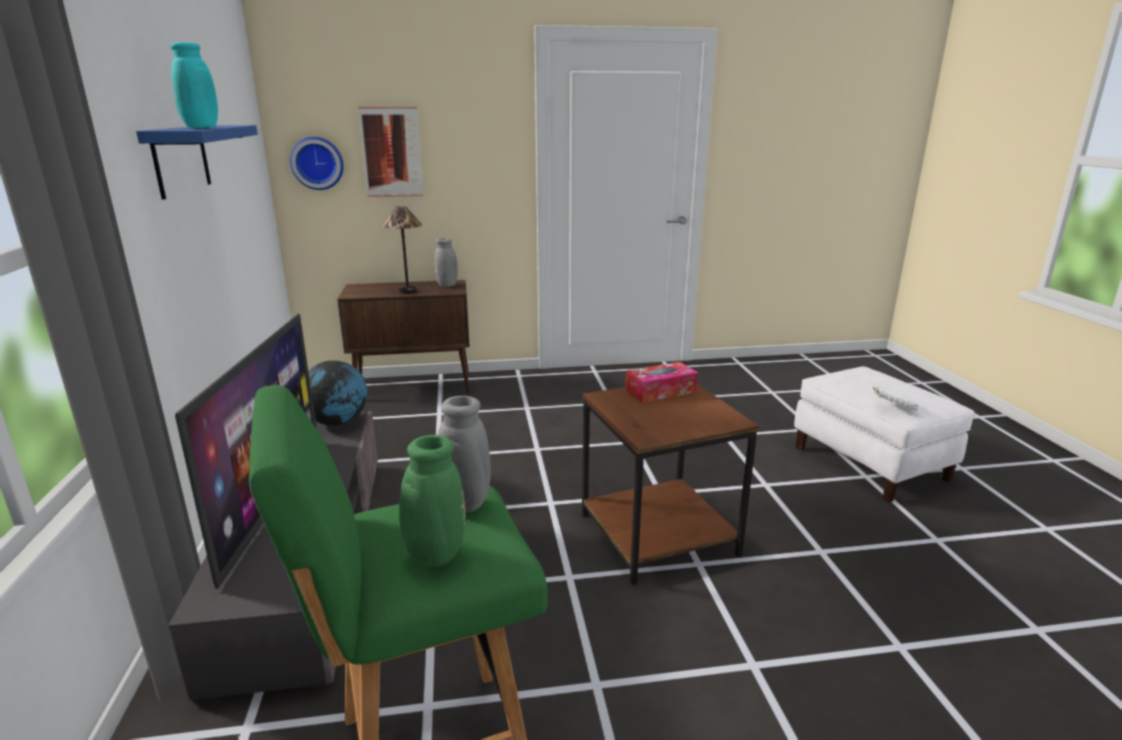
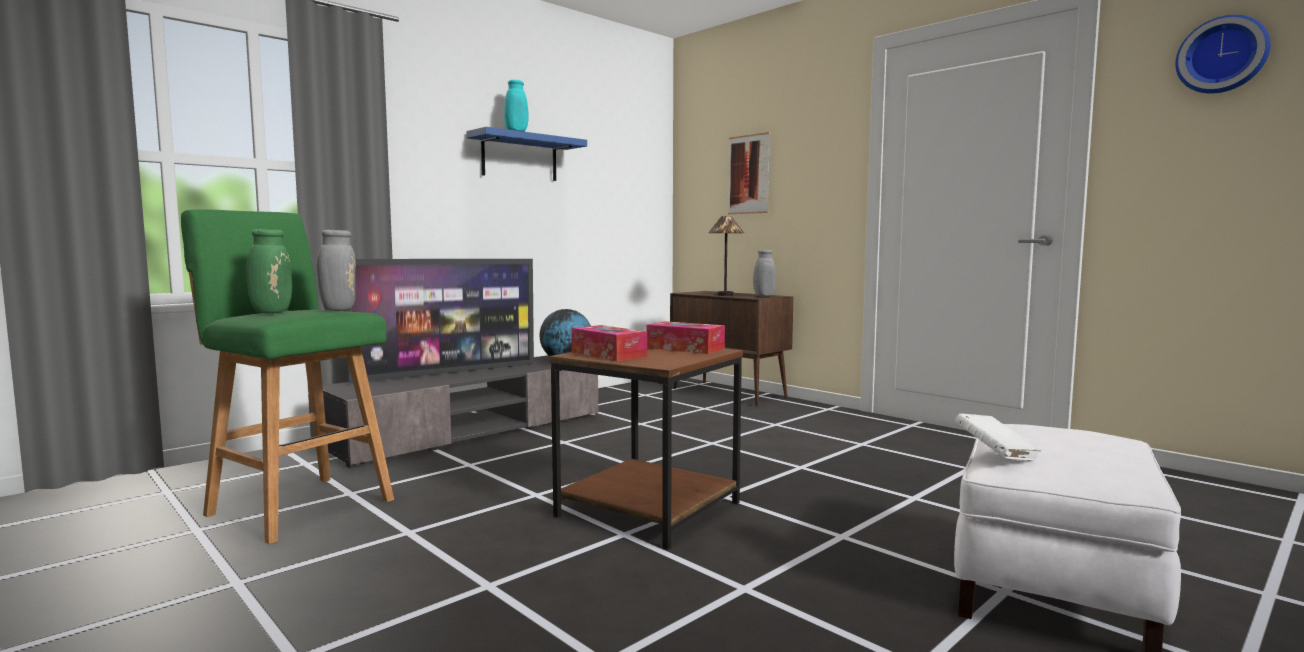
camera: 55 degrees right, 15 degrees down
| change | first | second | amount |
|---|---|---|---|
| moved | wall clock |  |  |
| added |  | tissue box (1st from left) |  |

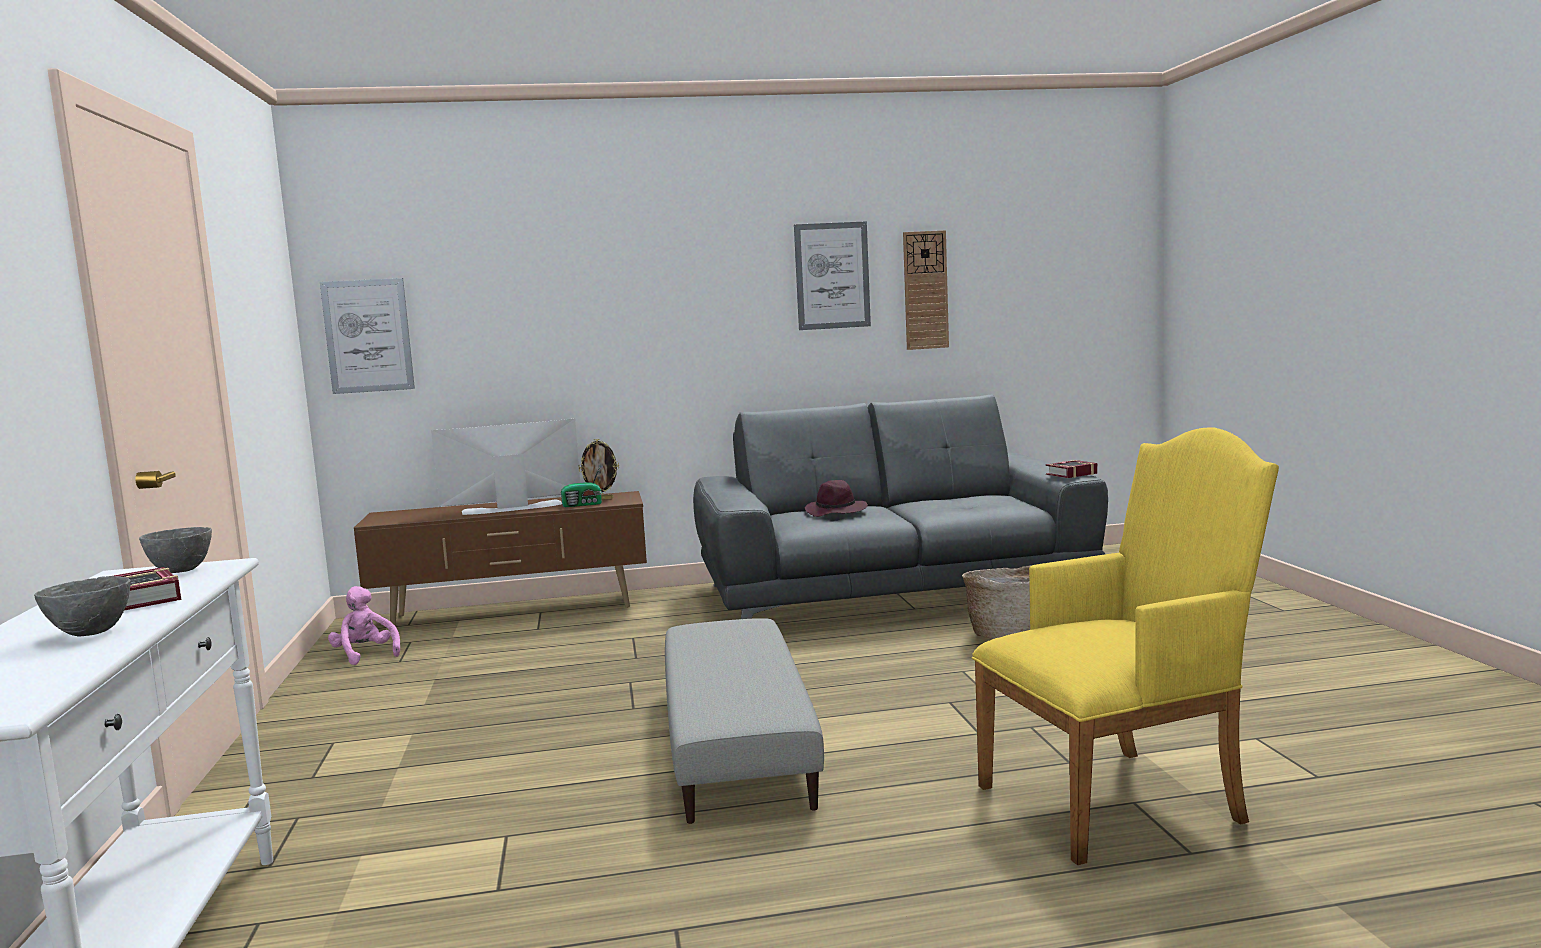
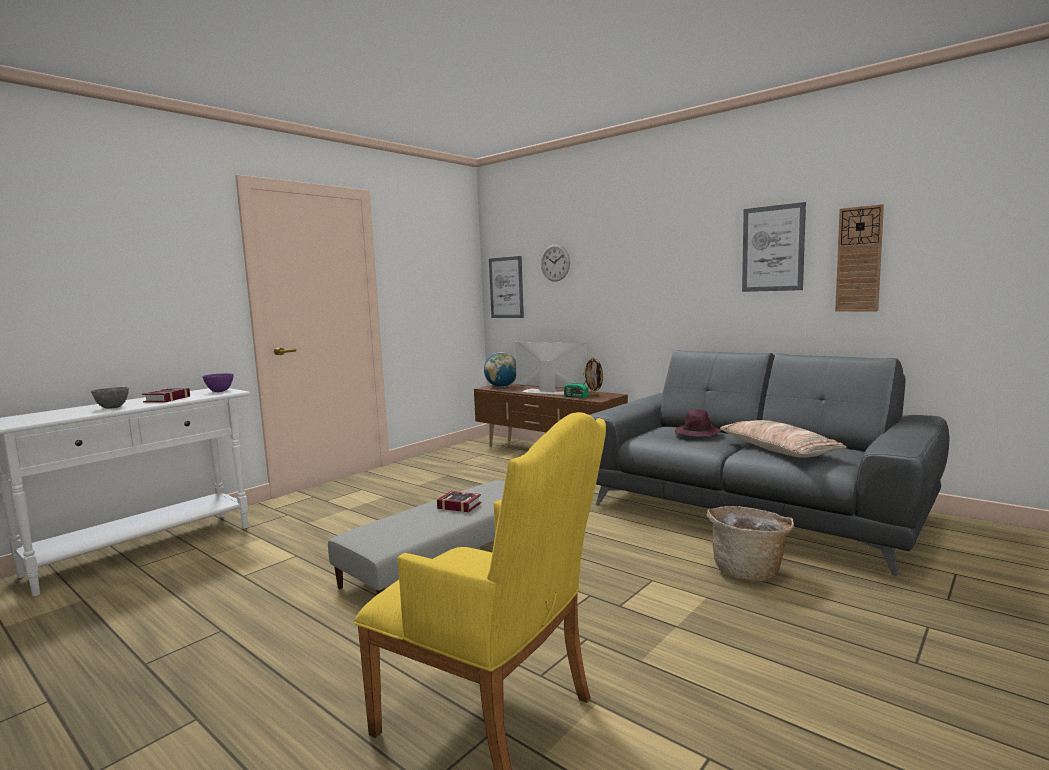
camera: 50 degrees right, 0 degrees up
| change | first | second | amount |
|---|---|---|---|
| moved | book (2nd from left) |  |  |
| recoloured | grey bowl (2nd from left) | purple bowl |  |
| removed | pink plush toy |  |  |
| added |  | wall clock (1st from left) |  |
| added |  | globe |  |
| added |  | pillow |  |

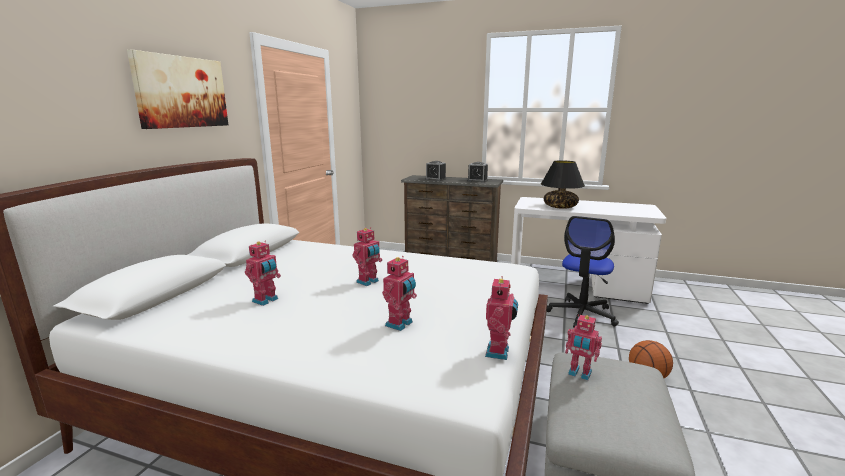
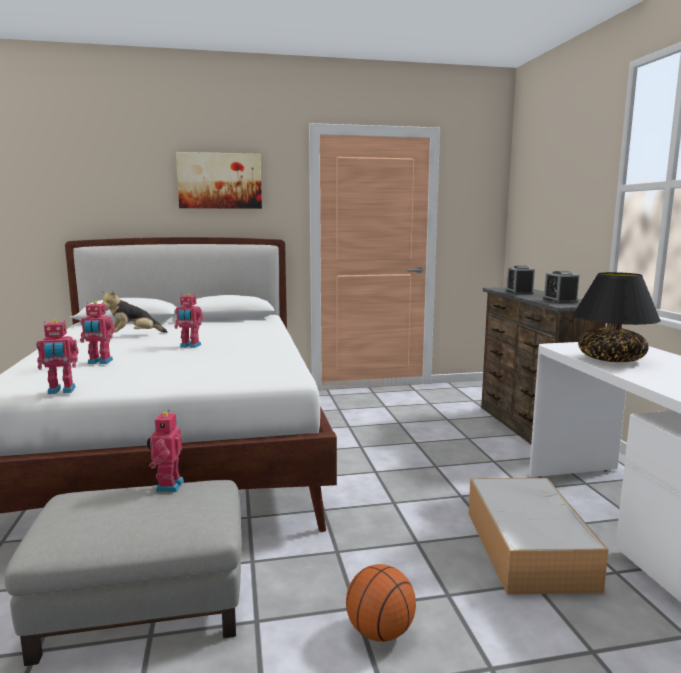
camera: 60 degrees right, 5 degrees down
| change | first | second | amount |
|---|---|---|---|
| replaced | office chair | storage box |  |
| replaced | toy robot (1st from left) | plush toy |  |

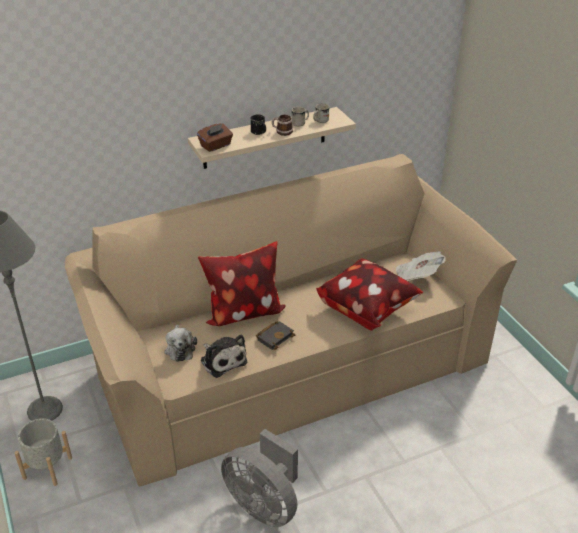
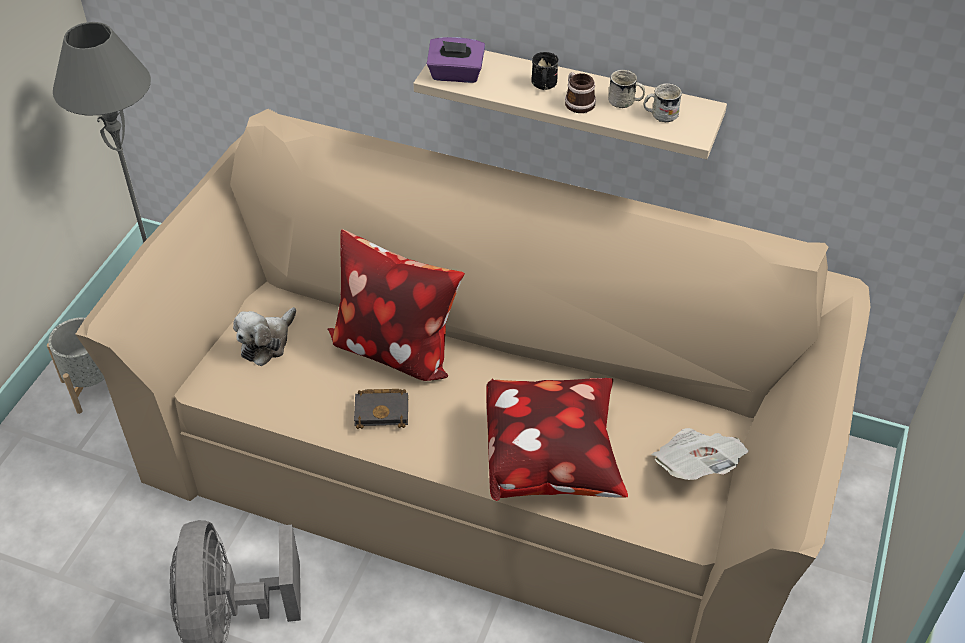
camera: 45 degrees right, 10 degrees up
| change | first | second | amount |
|---|---|---|---|
| recoloured | brown tissue box | purple tissue box |  |
| removed | plush toy (2nd from left) |  |  |

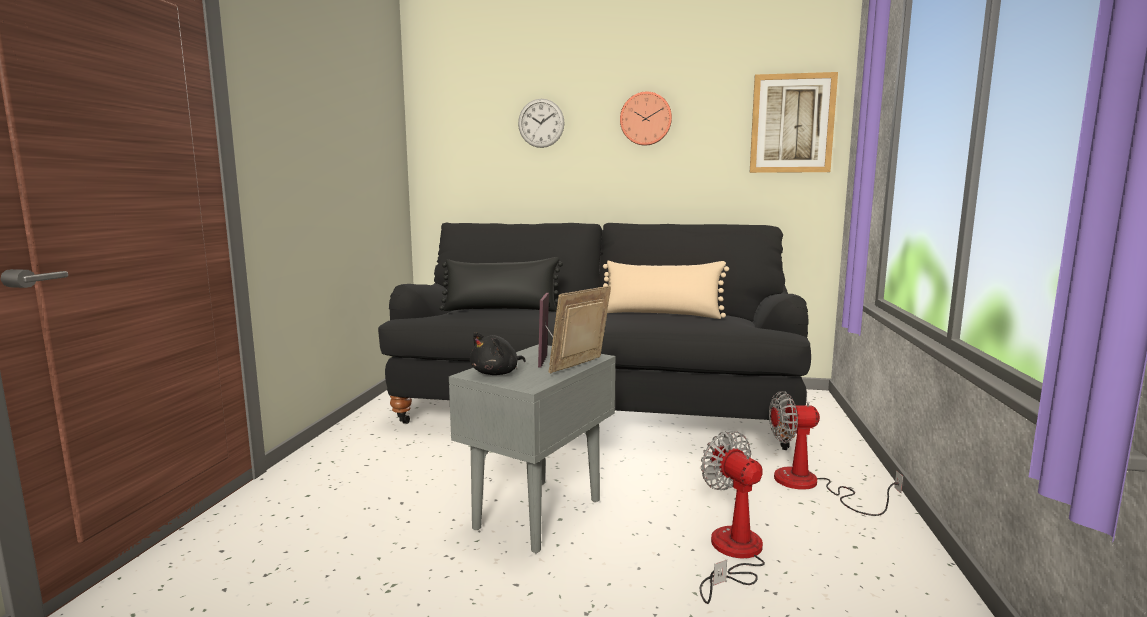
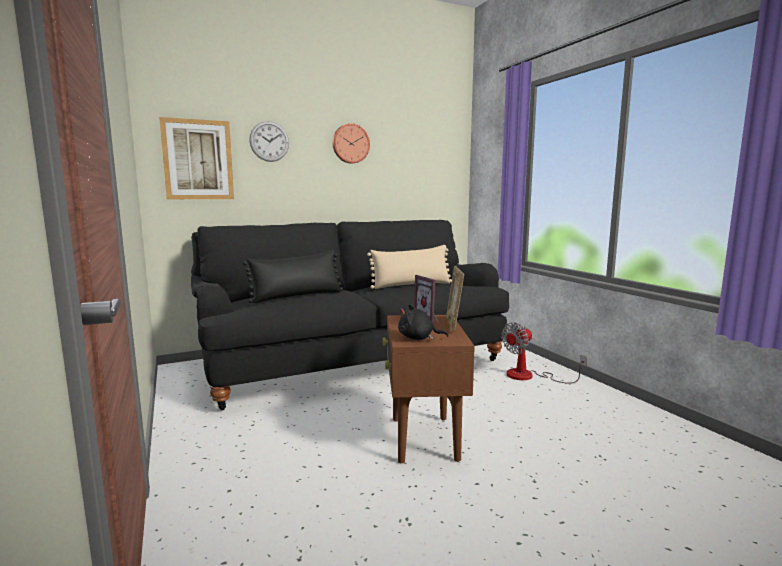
camera: 35 degrees left, 0 degrees up
| change | first | second | amount |
|---|---|---|---|
| moved | picture |  |  |
| turned | black plush toy |  | 90 degrees clockwise |
| recoloured | grey side table | brown side table |  |
| removed | fan (1st from left) |  |  |

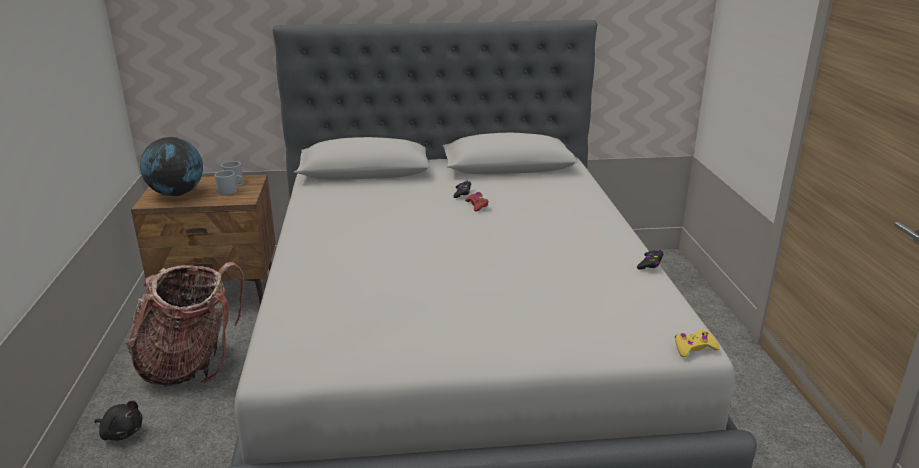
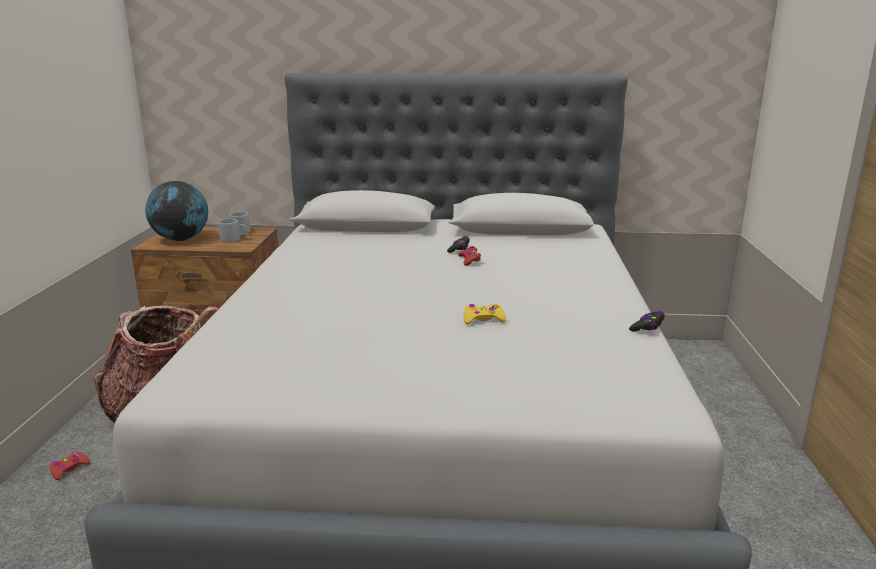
camera: 10 degrees right, 5 degrees down
| change | first | second | amount |
|---|---|---|---|
| moved | yellow game controller |  |  |
| replaced | black plush toy | red game controller (1st from left) |  |

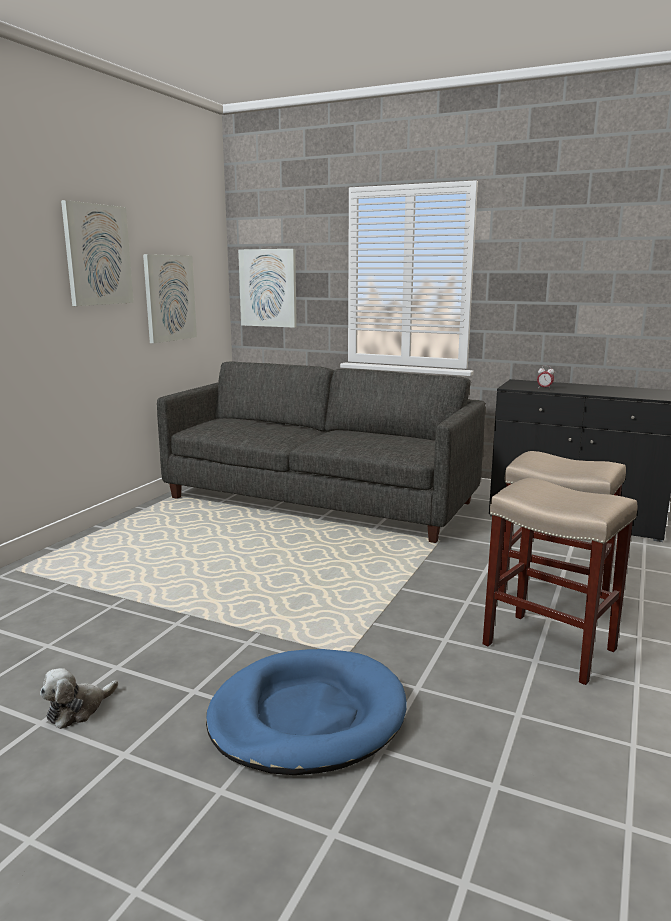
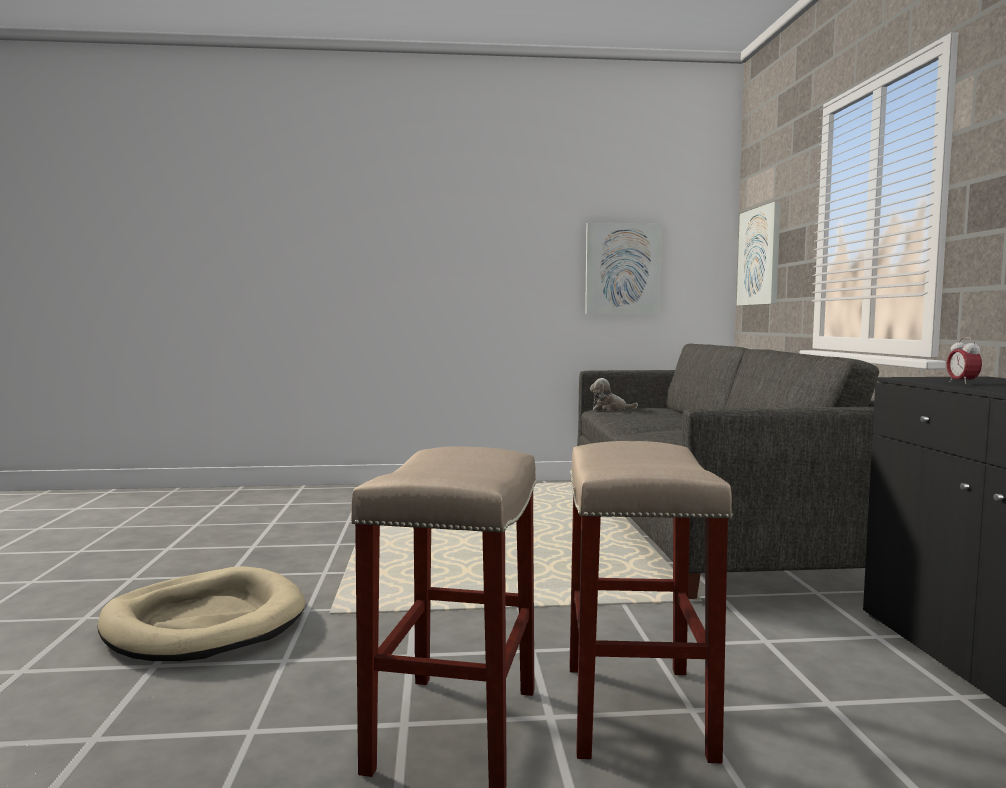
camera: 60 degrees right, 10 degrees down
| change | first | second | amount |
|---|---|---|---|
| removed | picture (1st from left) |  |  |
| recoloured | blue dog bed | beige dog bed |  |
| moved | plush toy |  |  |

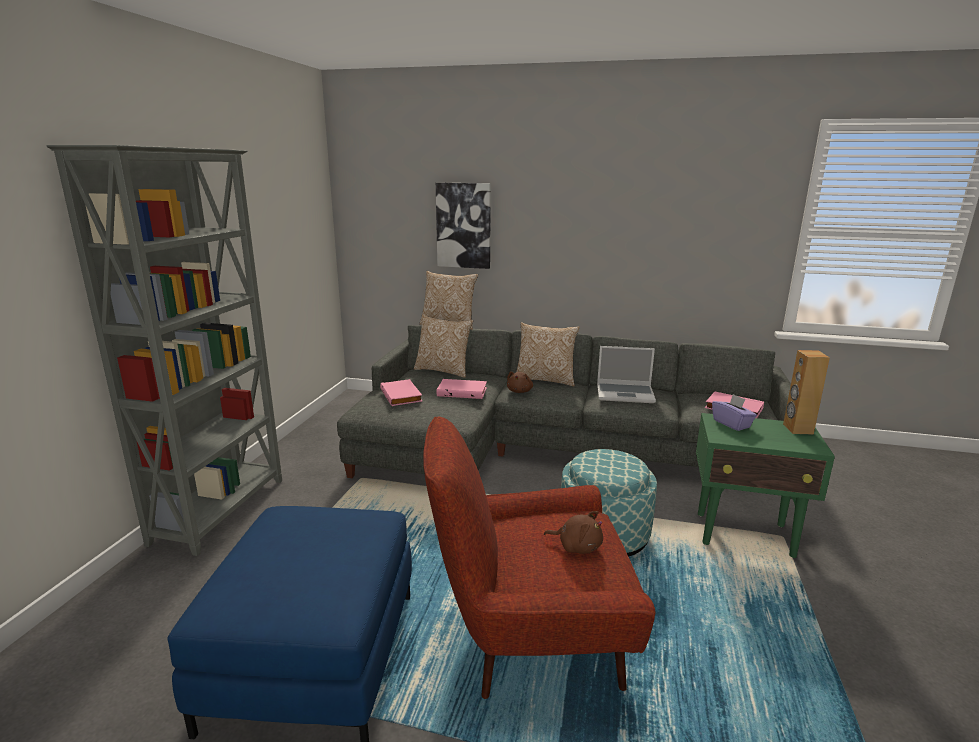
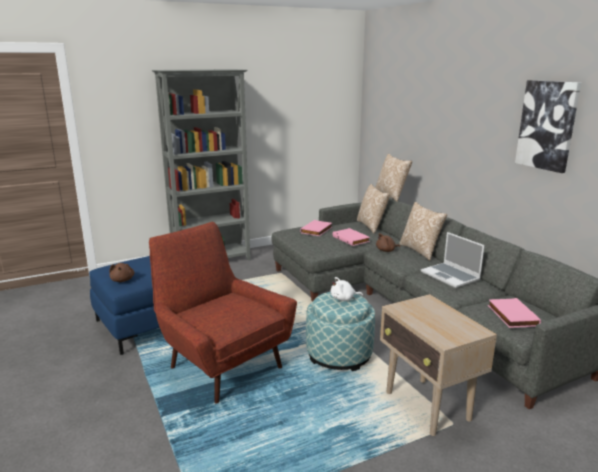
camera: 50 degrees right, 0 degrees up
| change | first | second | amount |
|---|---|---|---|
| moved | picture |  |  |
| removed | brown speaker |  |  |
| removed | purple tissue box |  |  |
| recoloured | green side table | beige side table |  |
| moved | brown plush toy (2nd from left in the first image) | brown plush toy (1st from left) |  |
| added |  | white plush toy |  |

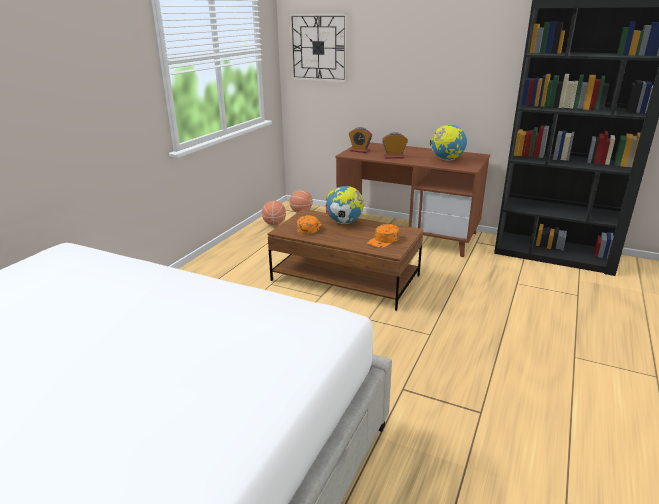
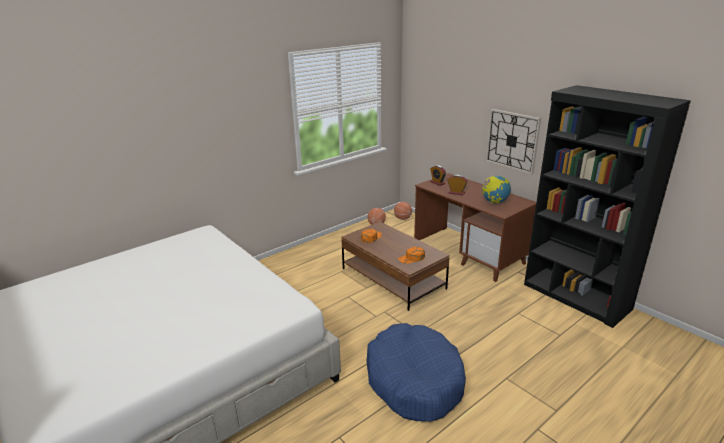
camera: 25 degrees right, 0 degrees up
| change | first | second | amount |
|---|---|---|---|
| moved | wall clock |  |  |
| removed | globe (1st from left) |  |  |
| added |  | blue dog bed |  |

